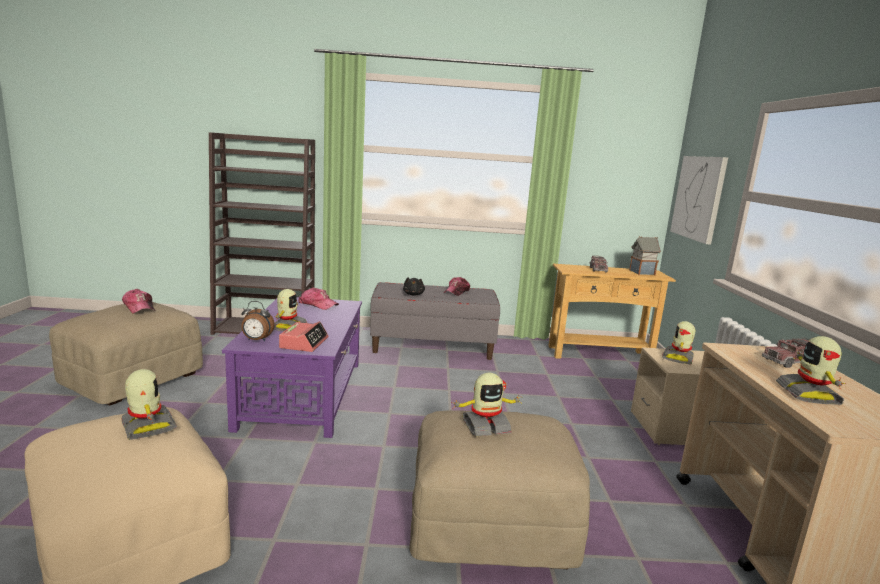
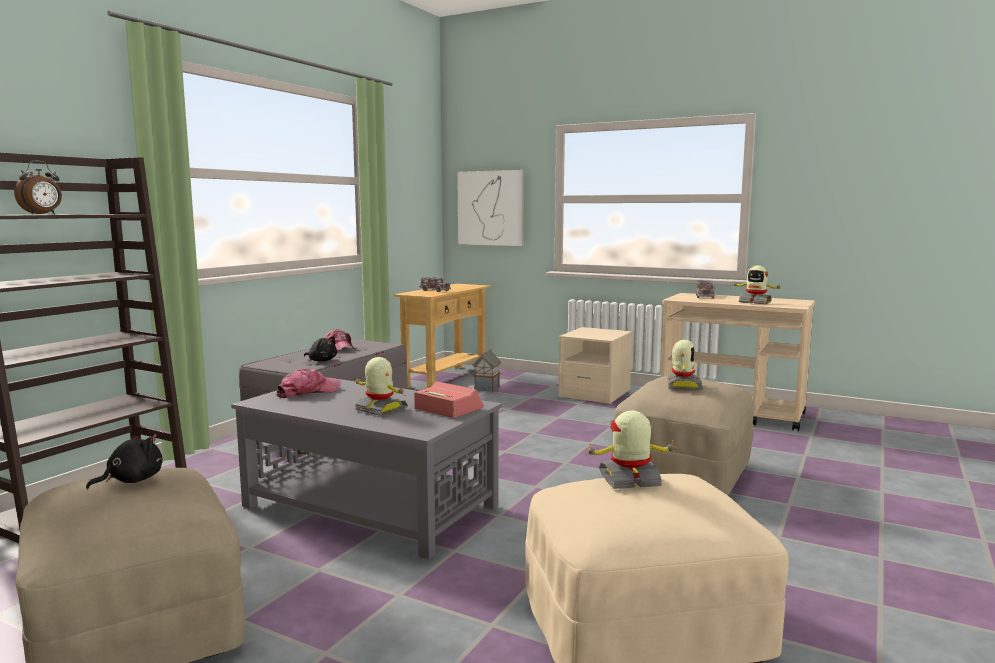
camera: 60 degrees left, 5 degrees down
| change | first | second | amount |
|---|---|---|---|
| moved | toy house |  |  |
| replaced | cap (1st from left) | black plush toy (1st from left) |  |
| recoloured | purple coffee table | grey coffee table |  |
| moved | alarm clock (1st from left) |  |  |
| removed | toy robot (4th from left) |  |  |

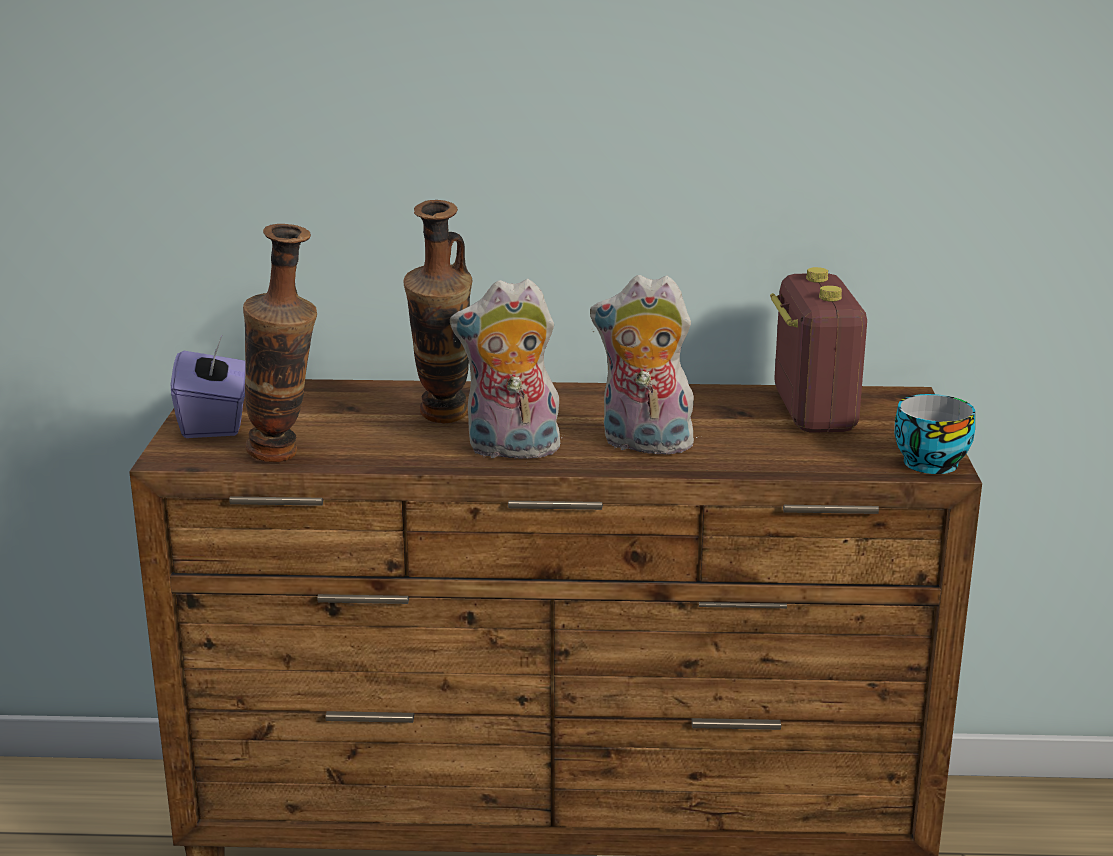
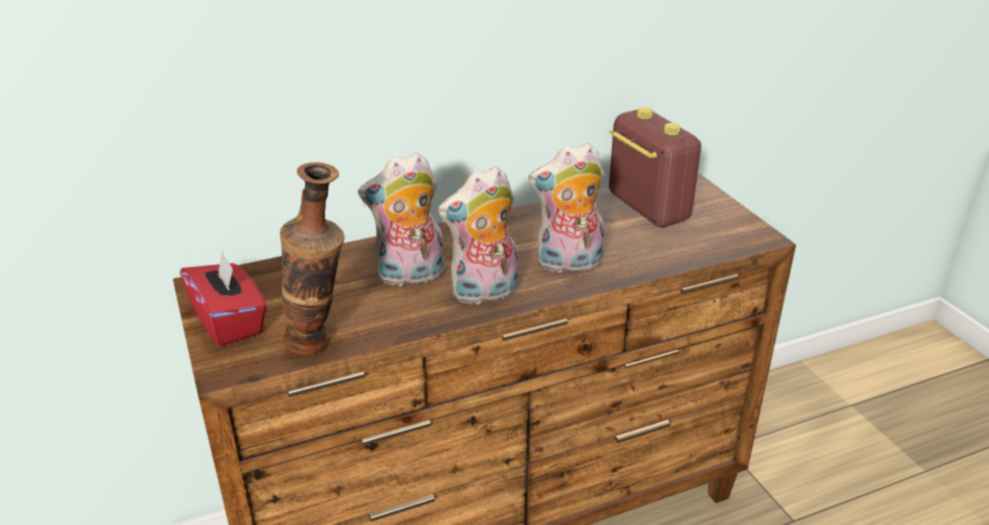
camera: 25 degrees left, 10 degrees up
| change | first | second | amount |
|---|---|---|---|
| replaced | vase (2nd from left) | plush toy (1st from left) |  |
| recoloured | purple tissue box | red tissue box |  |
| removed | cup |  |  |

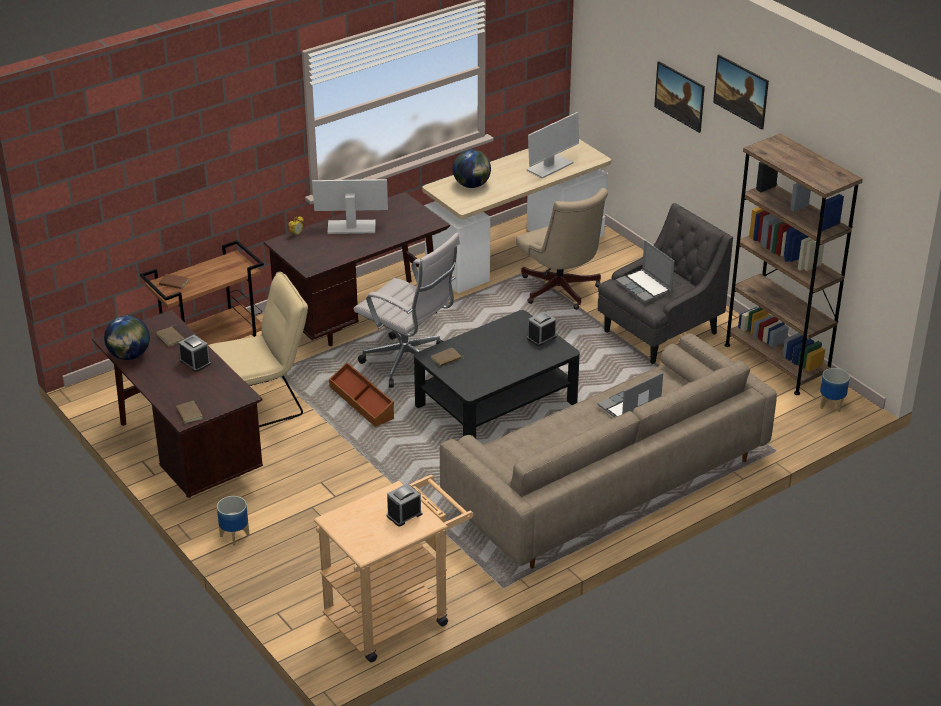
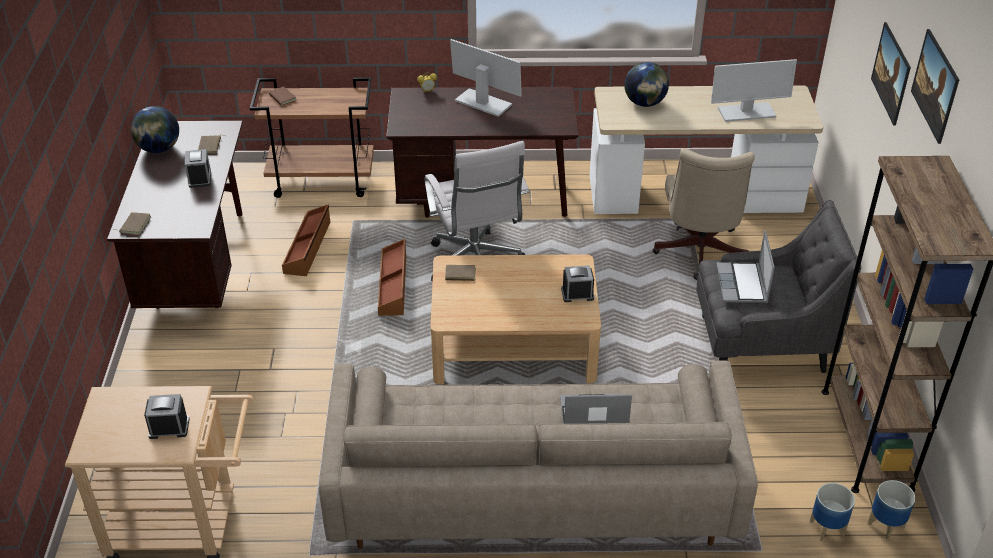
camera: 35 degrees right, 5 degrees up
| change | first | second | amount |
|---|---|---|---|
| replaced | beige chair | brown storage box (1st from left) |  |
| recoloured | black coffee table | beige coffee table |  |
| moved | planter (1st from left) |  |  |

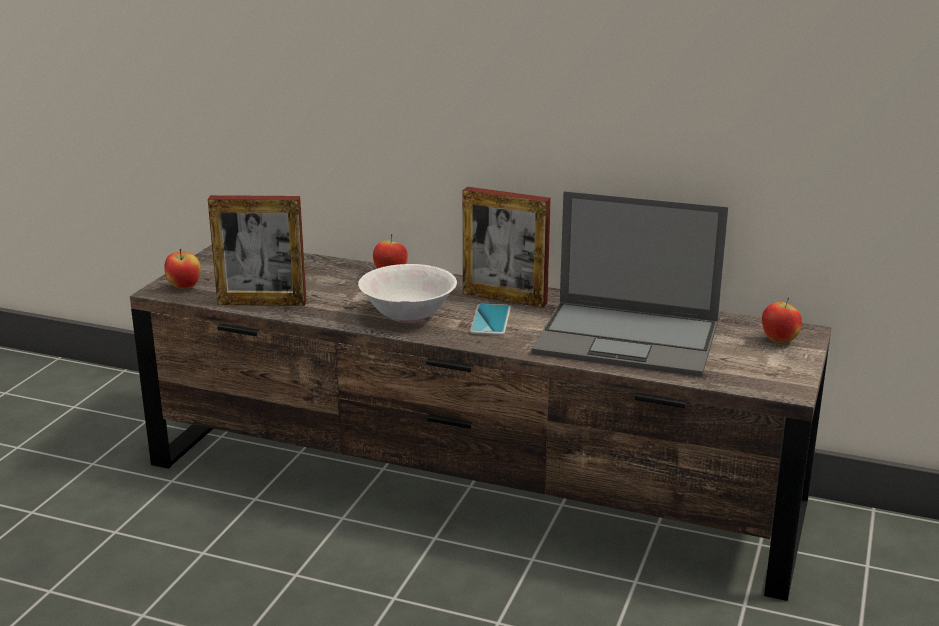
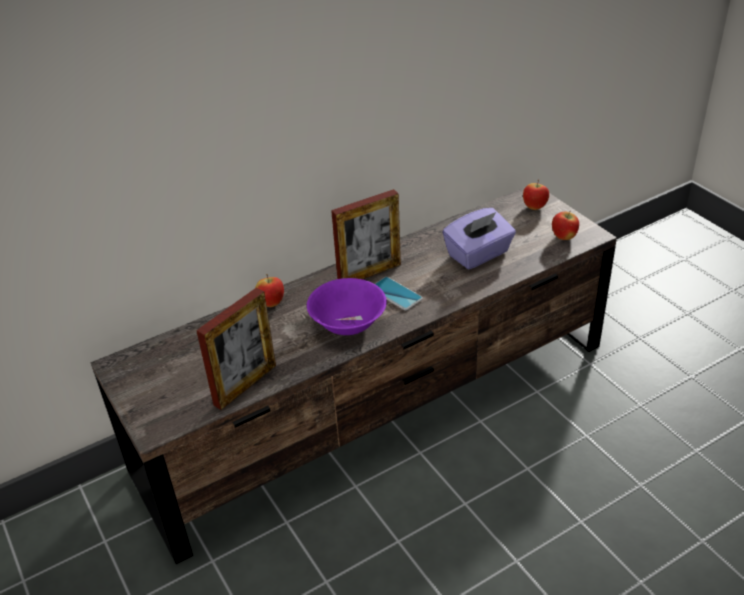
camera: 50 degrees left, 15 degrees up
| change | first | second | amount |
|---|---|---|---|
| replaced | laptop | purple tissue box |  |
| moved | apple (1st from left in the first image) | apple (3rd from left) |  |
| recoloured | white bowl | purple bowl |  |

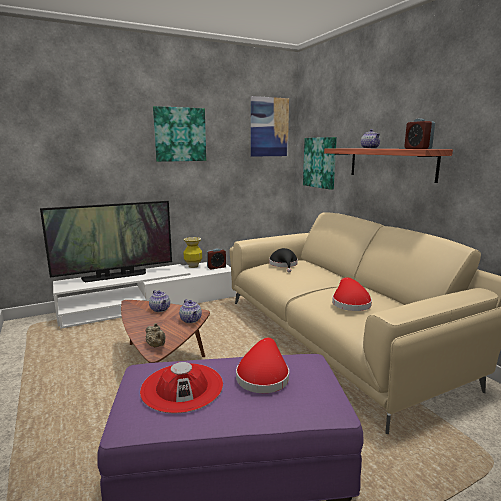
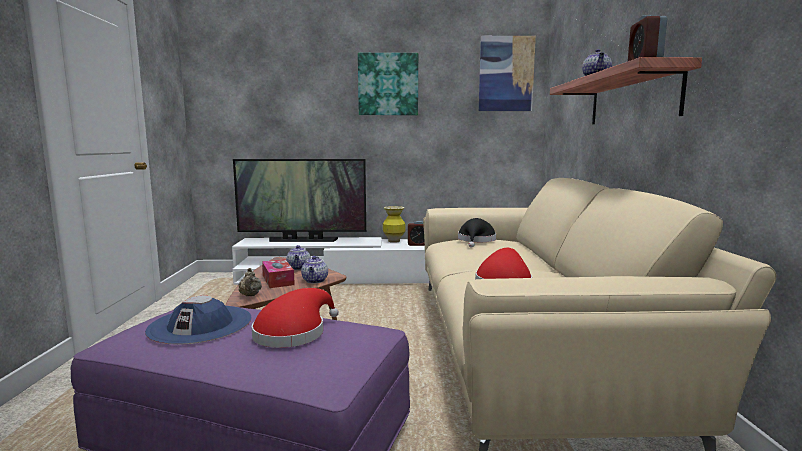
camera: 25 degrees right, 5 degrees down
| change | first | second | amount |
|---|---|---|---|
| removed | picture (3rd from left) |  |  |
| recoloured | red hat (1st from left) | blue hat |  |
| added |  | tissue box |  |

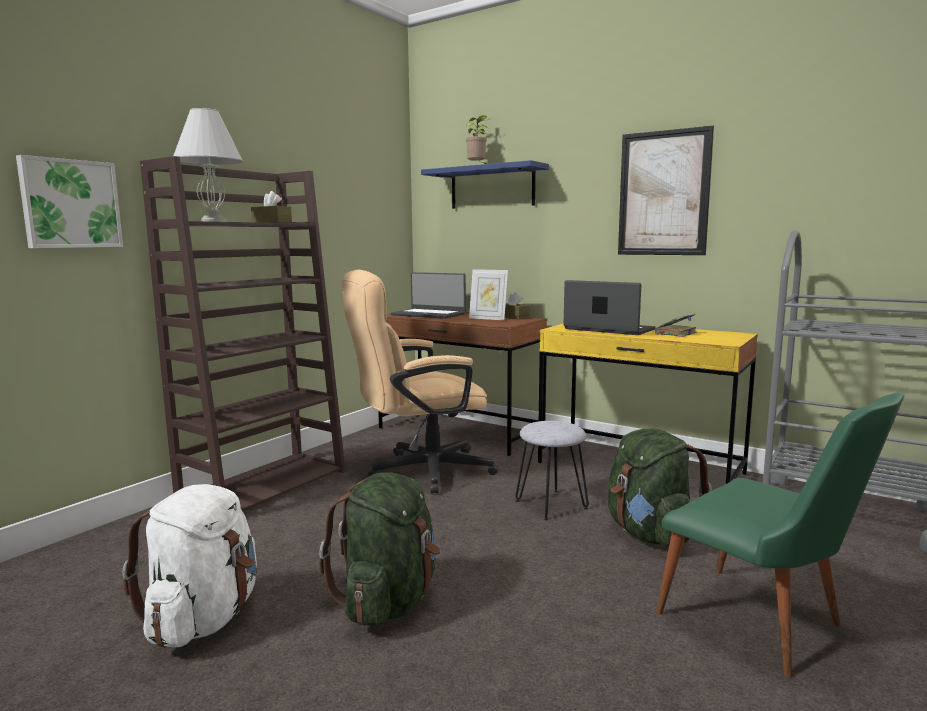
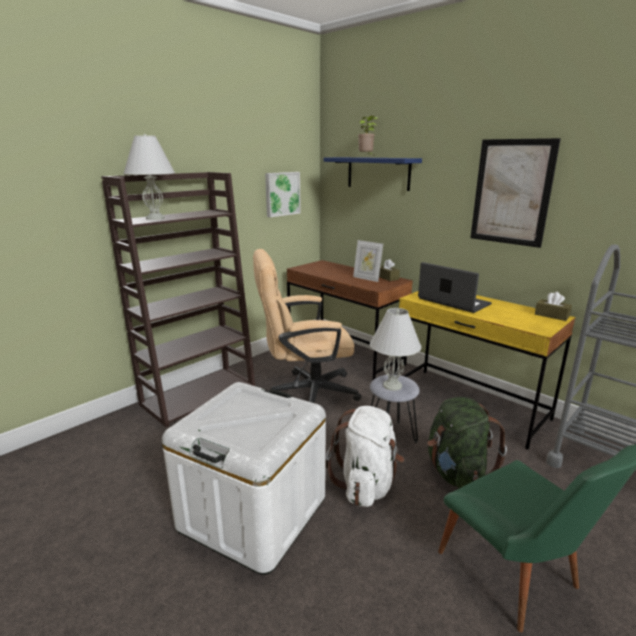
camera: 10 degrees right, 10 degrees up
| change | first | second | amount |
|---|---|---|---|
| moved | picture (1st from left) |  |  |
| moved | brown tissue box (1st from left in the first image) | brown tissue box (2nd from left) |  |
| removed | laptop (1st from left) |  |  |
| removed | book |  |  |
| replaced | green backpack (1st from left) | white storage box |  |
| moved | white backpack |  |  |
| added |  | white table lamp (2nd from left) |  |

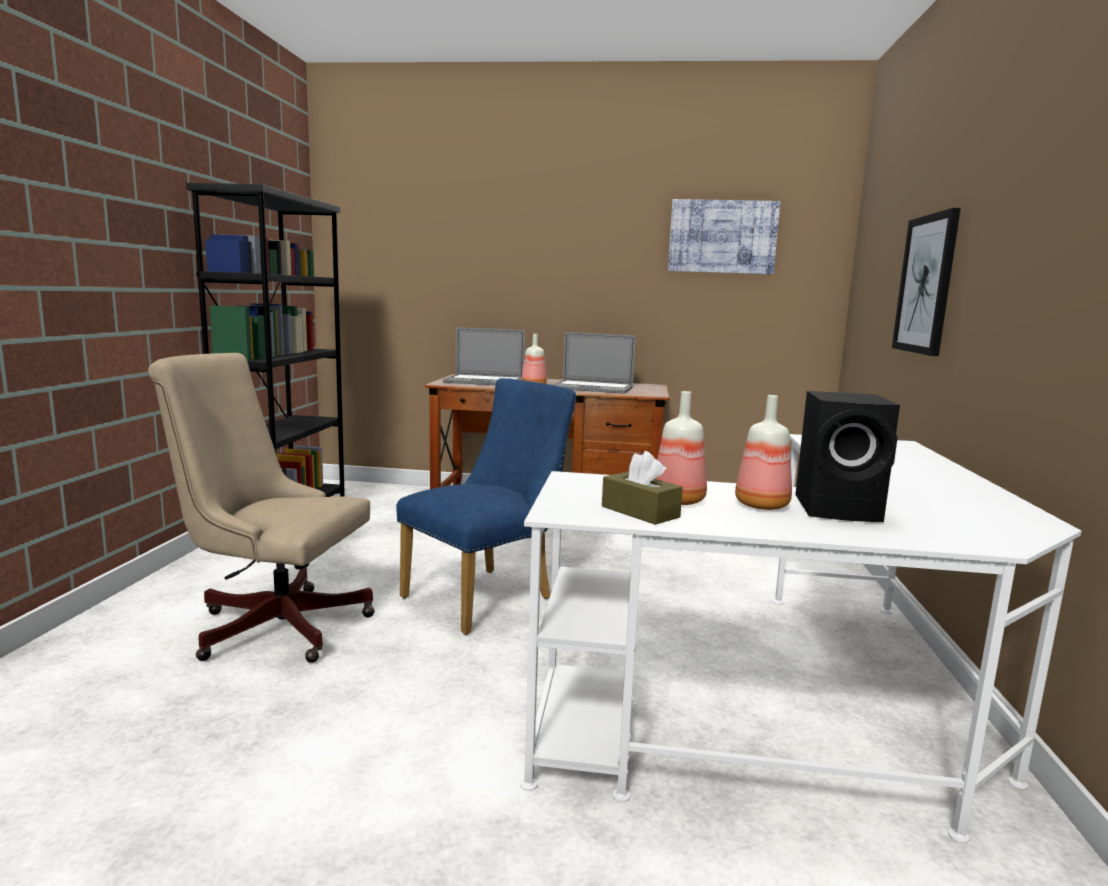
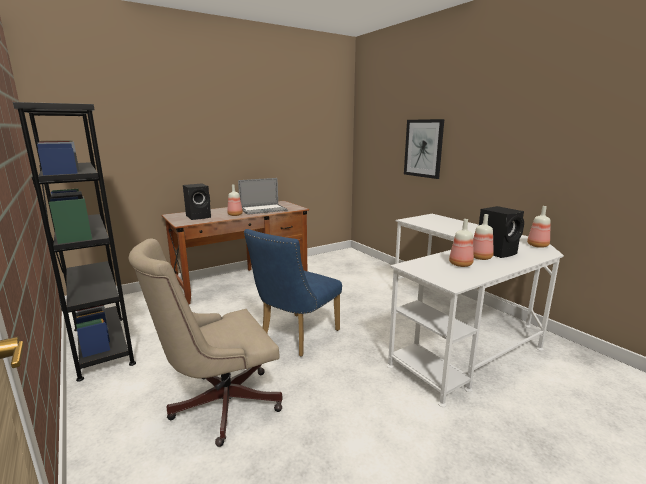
camera: 40 degrees left, 5 degrees up
| change | first | second | amount |
|---|---|---|---|
| removed | picture (1st from left) |  |  |
| replaced | laptop (1st from left) | black speaker (1st from left) |  |
| turned | blue chair |  | 150 degrees counterclockwise |
| removed | brown tissue box |  |  |
| added |  | bottle (4th from left) |  |

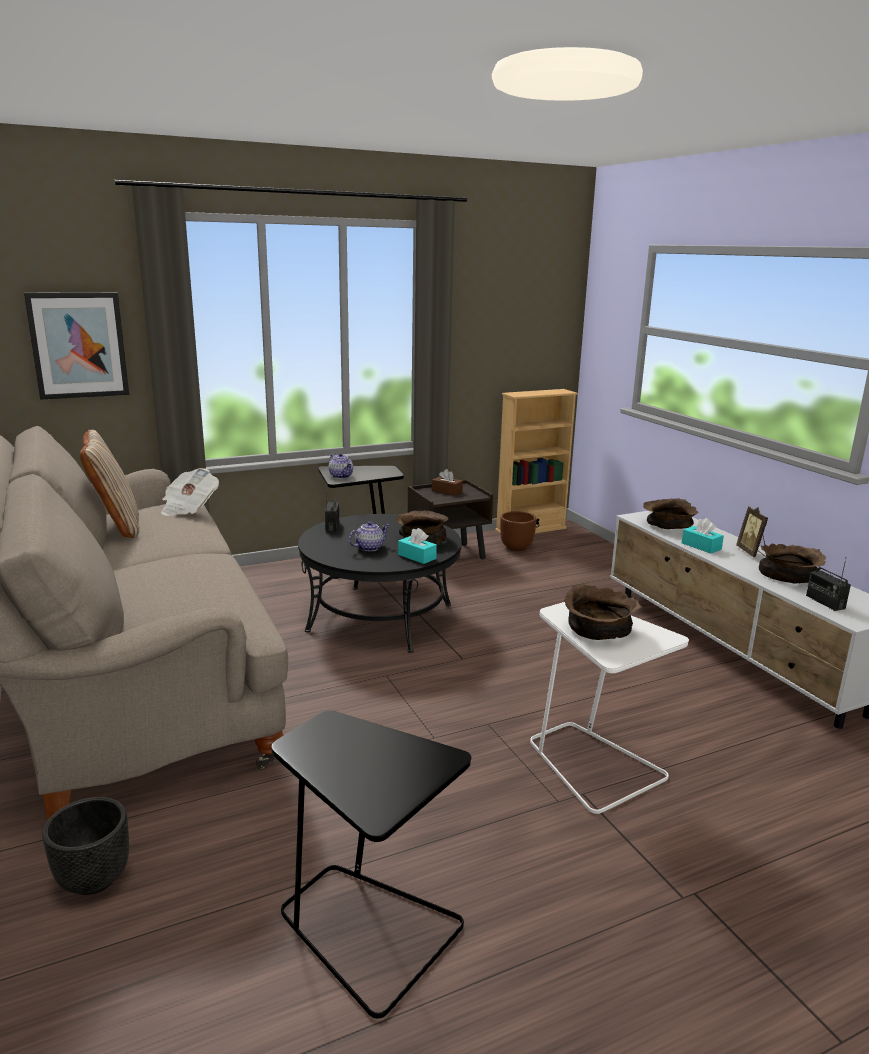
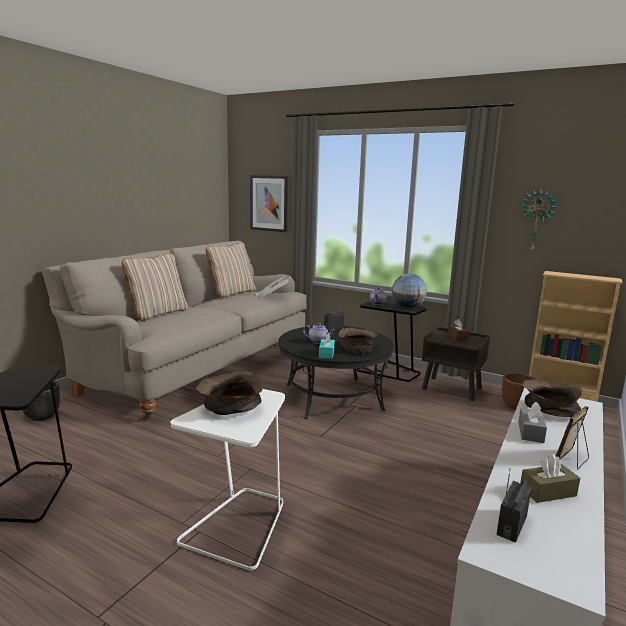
camera: 55 degrees right, 5 degrees down
| change | first | second | amount |
|---|---|---|---|
| recoloured | turquoise tissue box (2nd from left) | grey tissue box |  |
| replaced | brown bowl (4th from left) | brown tissue box (2nd from left) |  |
| added |  | wall clock |  |
| added |  | beige pillow (1st from left) |  |
| added |  | globe |  |

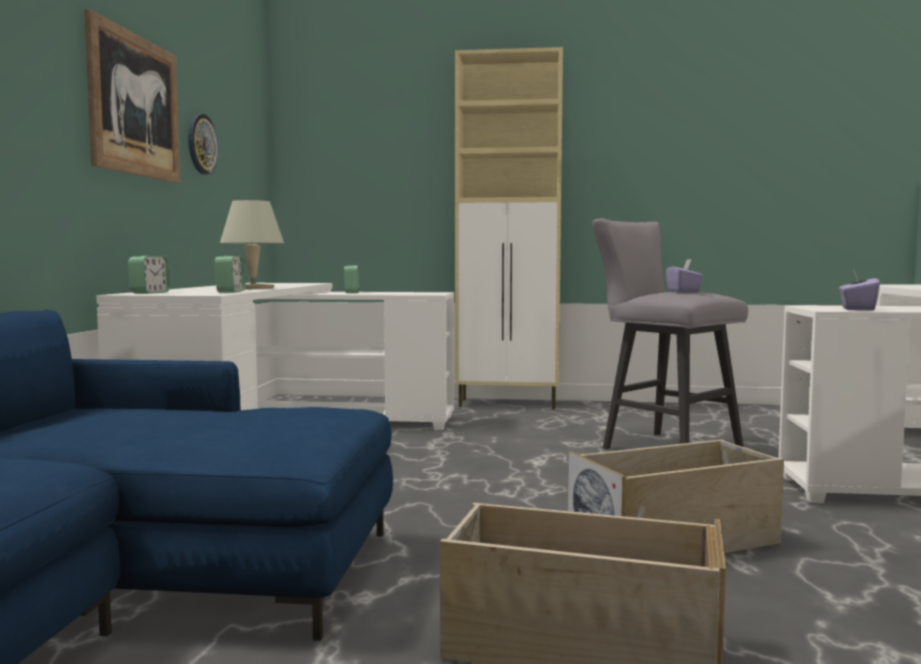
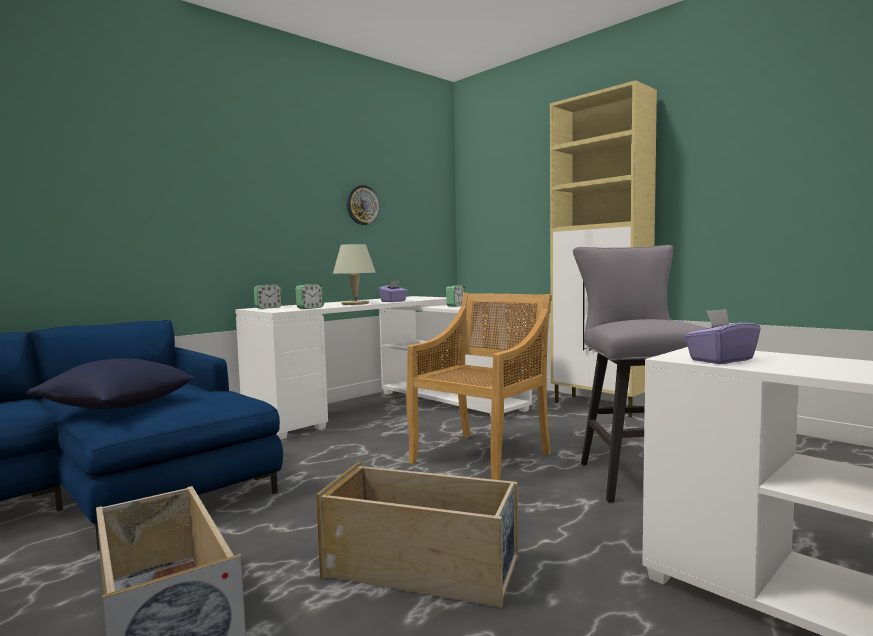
camera: 40 degrees right, 0 degrees up
| change | first | second | amount |
|---|---|---|---|
| removed | picture |  |  |
| moved | purple tissue box (1st from left) |  |  |
| added |  | beige chair |  |
| added |  | blue pillow |  |

